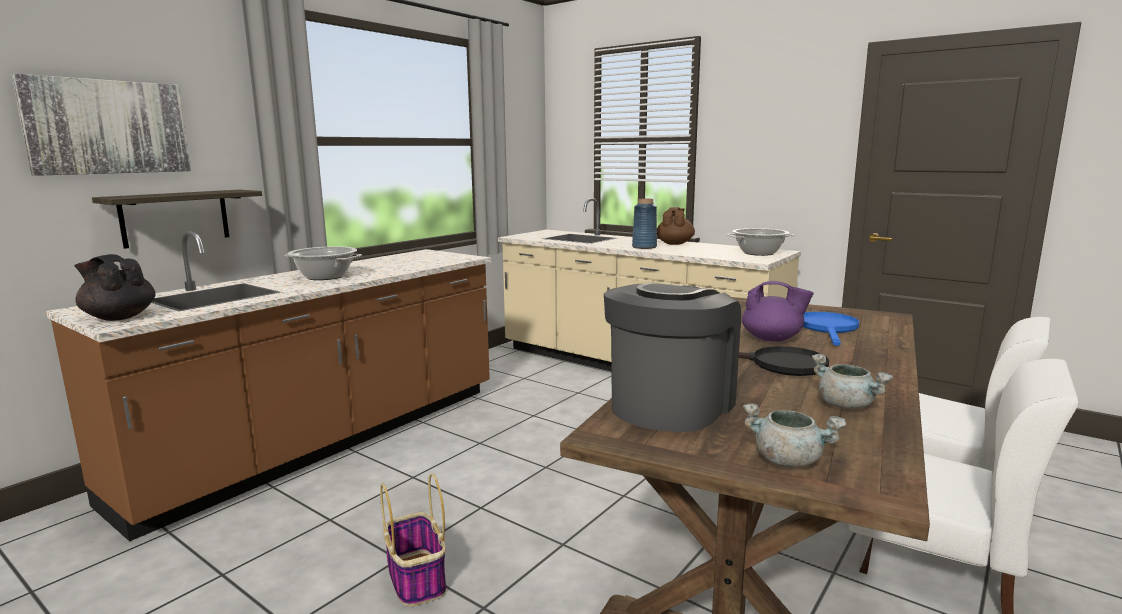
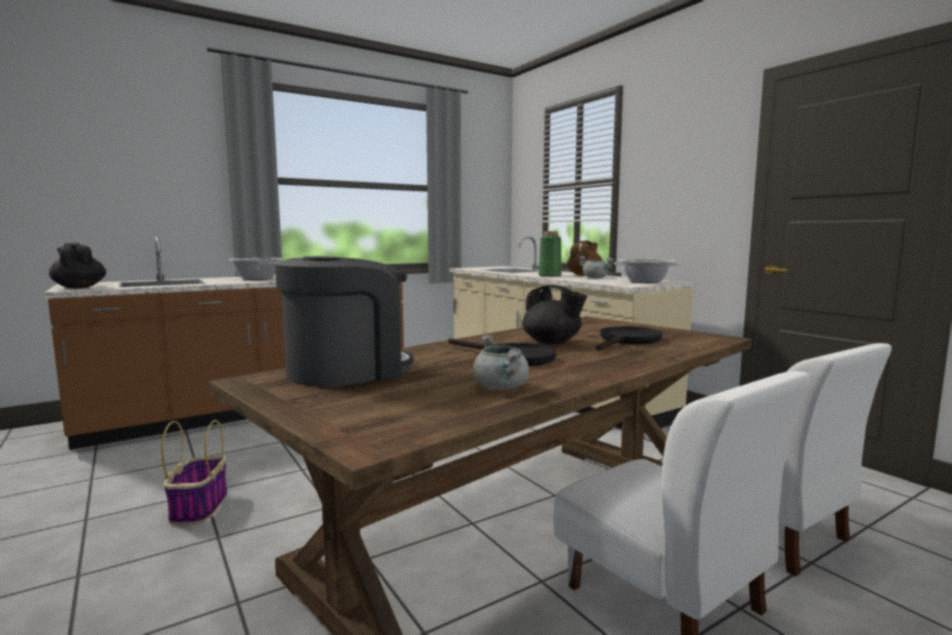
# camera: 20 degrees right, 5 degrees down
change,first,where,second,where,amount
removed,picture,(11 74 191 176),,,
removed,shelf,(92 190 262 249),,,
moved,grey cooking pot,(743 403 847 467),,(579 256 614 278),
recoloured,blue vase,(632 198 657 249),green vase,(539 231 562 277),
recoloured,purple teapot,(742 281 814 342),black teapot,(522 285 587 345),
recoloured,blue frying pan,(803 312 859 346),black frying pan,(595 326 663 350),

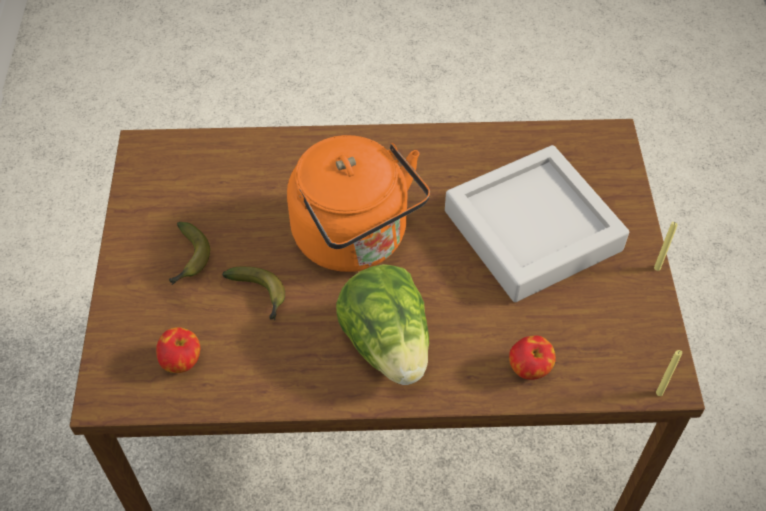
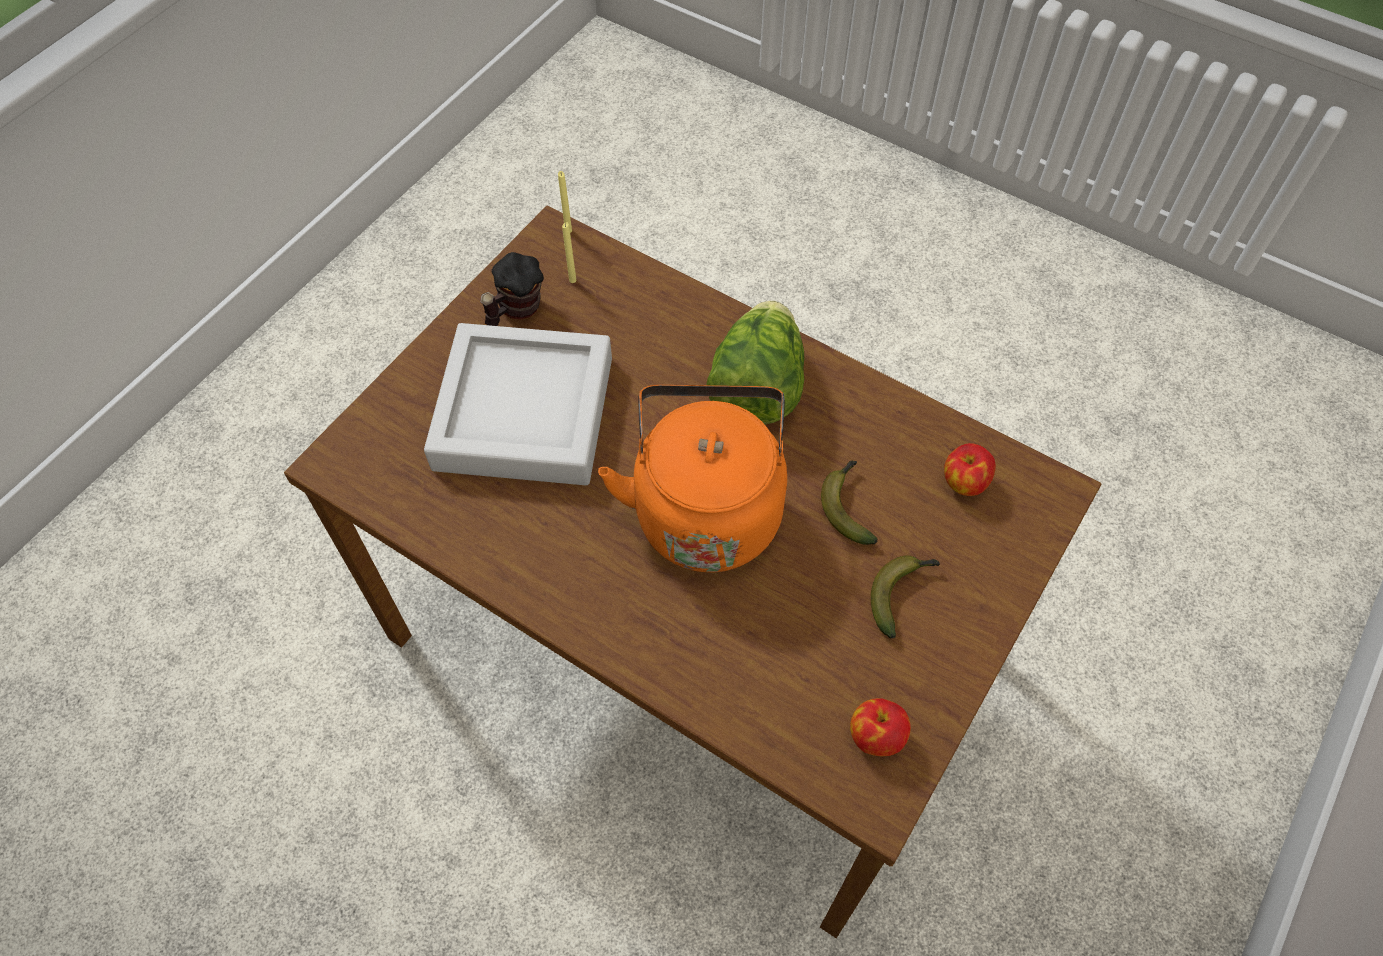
# camera: 145 degrees left, 5 degrees up
change,first,where,second,where,amount
added,,,mug,(480 252 544 326),
moved,apple,(509 336 556 380),,(850 698 911 756),
moved,yellow candle,(654 222 678 271),,(562 222 576 283),

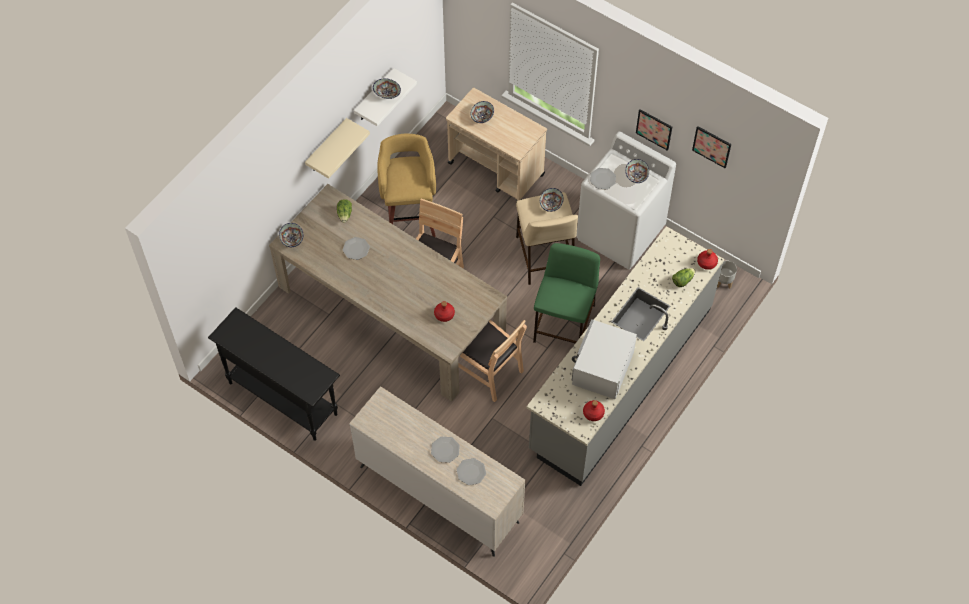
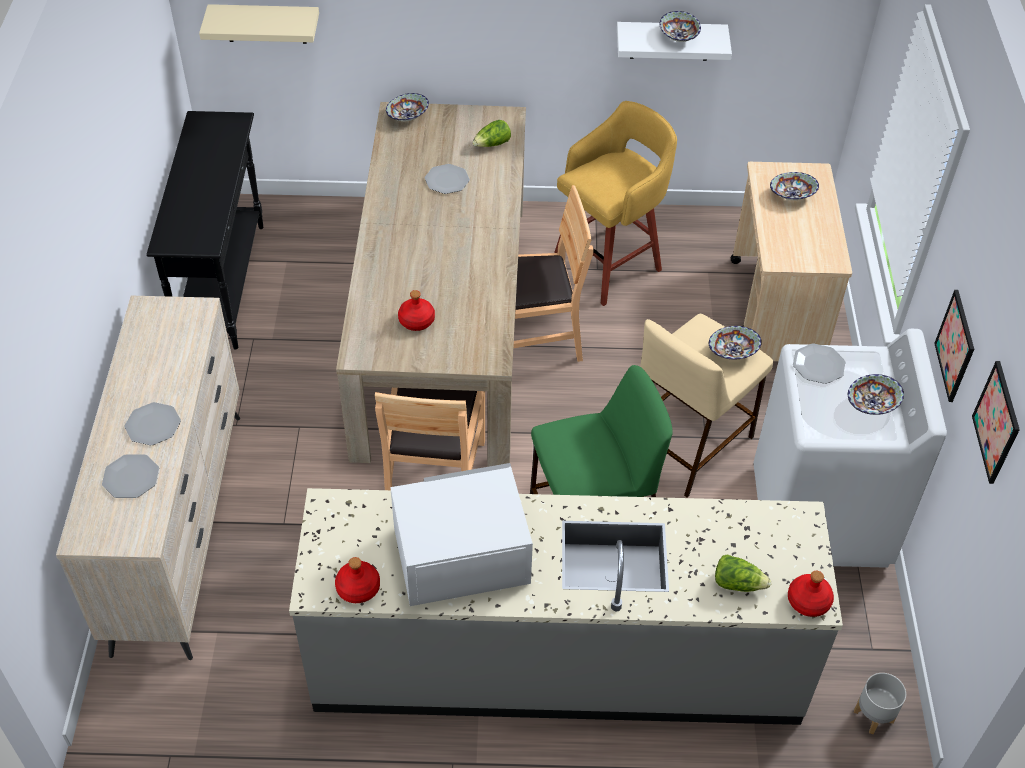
# camera: 55 degrees right, 10 degrees down
change,first,where,second,where,amount
moved,beige shelf,(305 118 370 179),,(199 4 319 44),

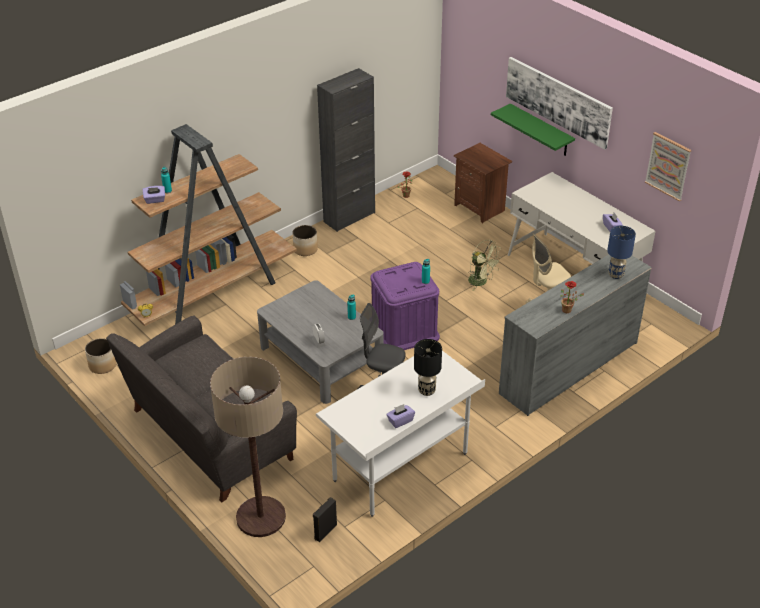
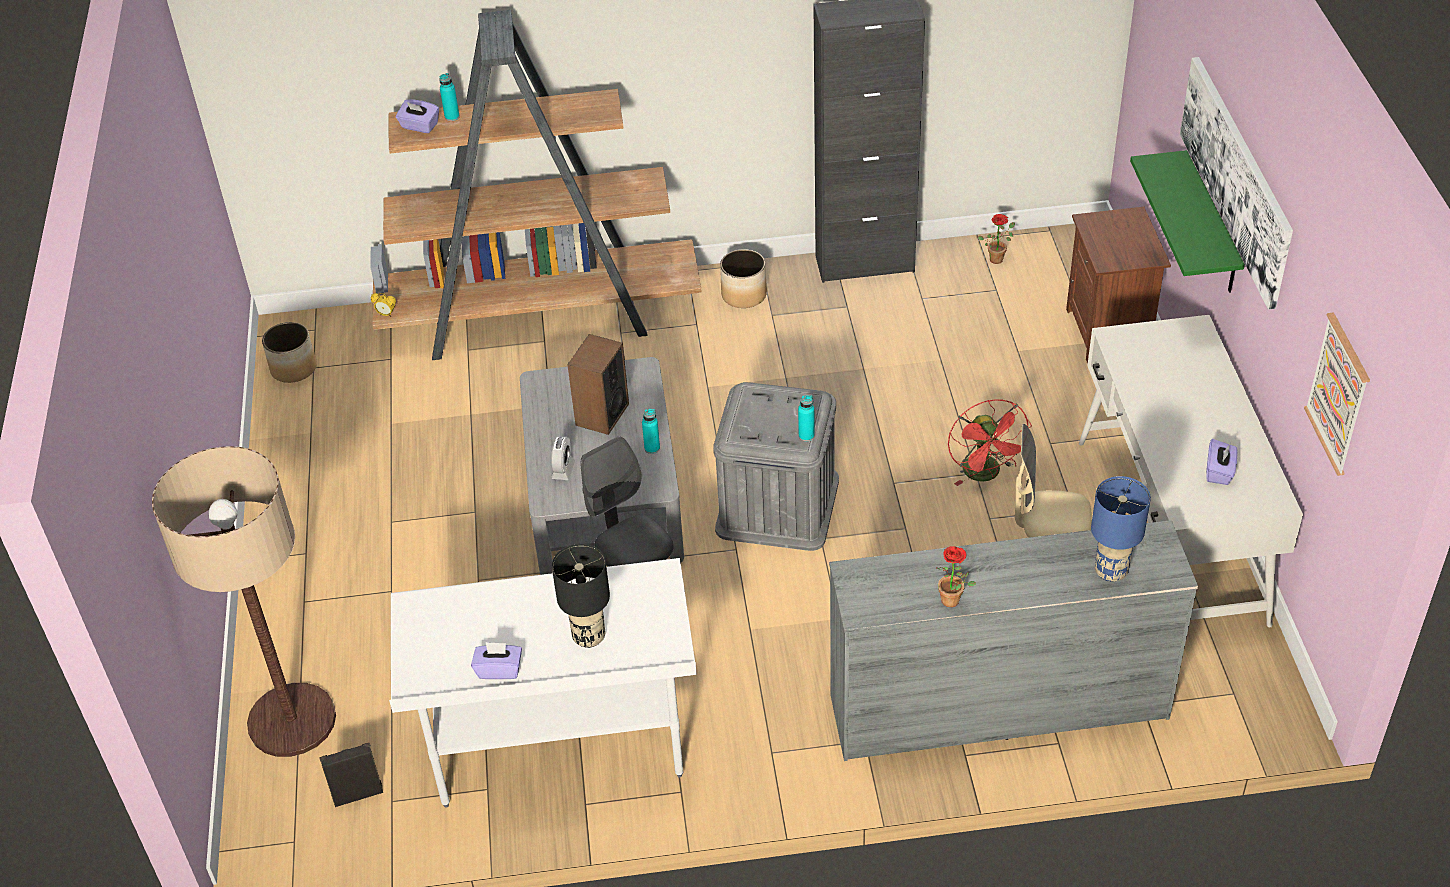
# camera: 35 degrees right, 5 degrees up
change,first,where,second,where,amount
removed,grey sofa,(106 316 297 502),,,
added,,,speaker,(567 334 629 435),
recoloured,purple storage box,(371 262 440 350),grey storage box,(713 382 839 551),
recoloured,green fan,(468 240 502 291),red fan,(948 399 1032 486),

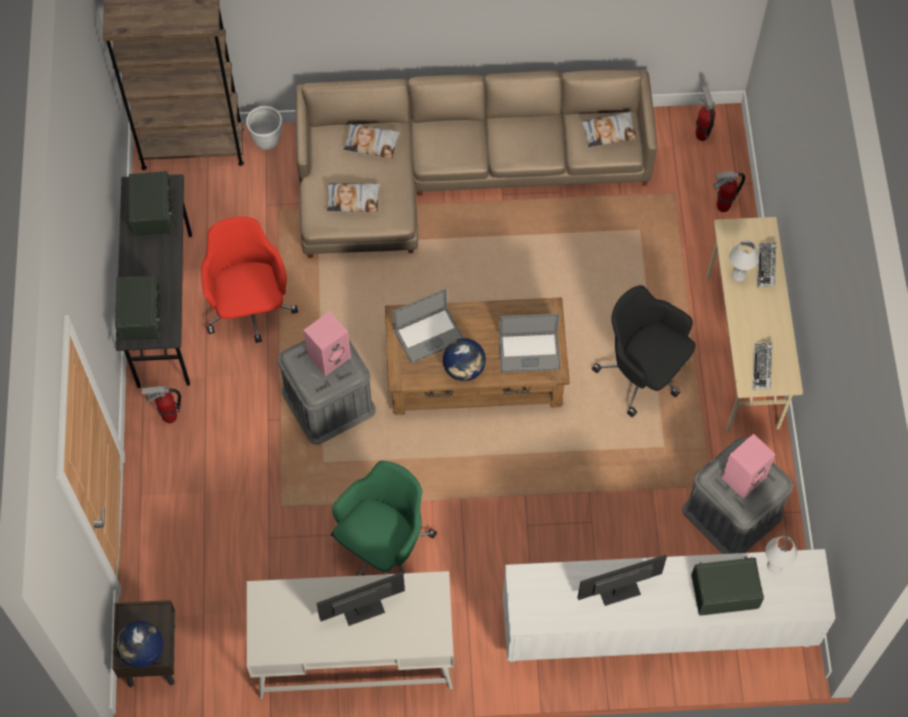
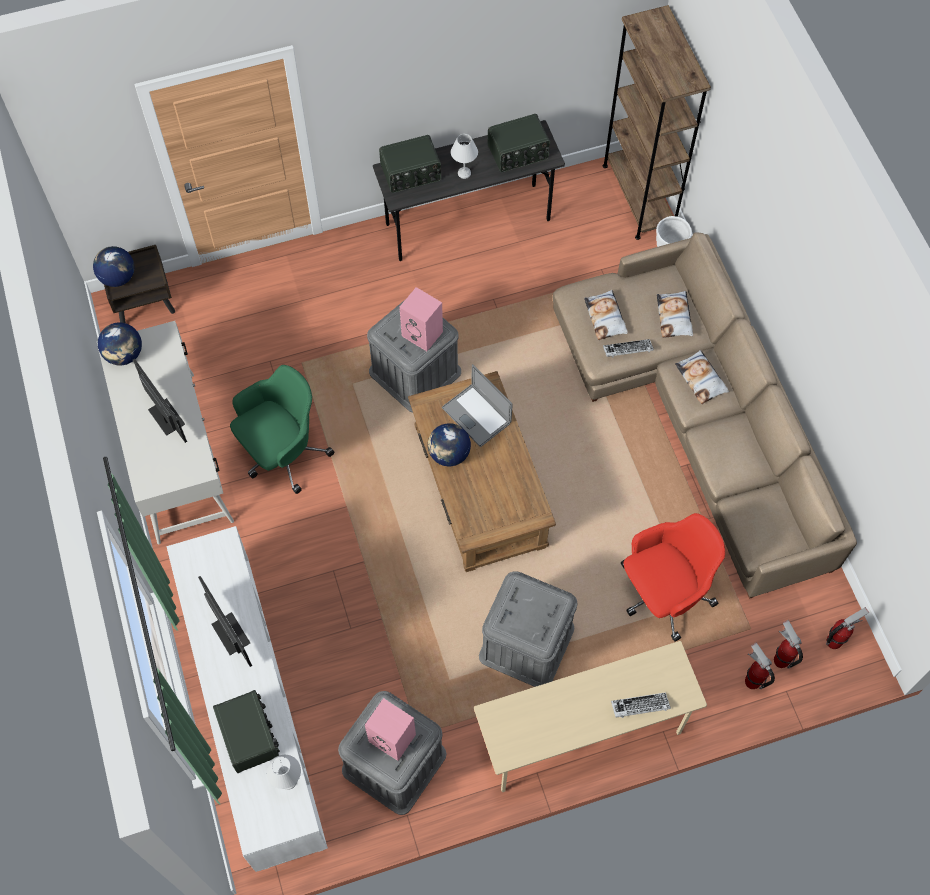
# camera: 75 degrees right, 0 degrees up
change,first,where,second,where,amount
removed,laptop,(498 313 561 373),,,
added,,,globe,(98 322 142 365),
moved,fire extinguisher,(141 386 181 423),,(774 620 803 669),
moved,red office chair,(201 216 298 343),,(621 513 725 642),
moved,pillow,(581 112 637 147),,(675 350 729 404),
moved,white table lamp,(729 240 759 282),,(451 134 478 179),
moved,keyboard,(752 342 773 390),,(603 339 654 358),
replaced,black office chair,(592 285 696 417),grey storage box,(479 571 577 687),
turned,green office chair,(331 461 437 576),,(230 365 335 494),60 degrees counterclockwise

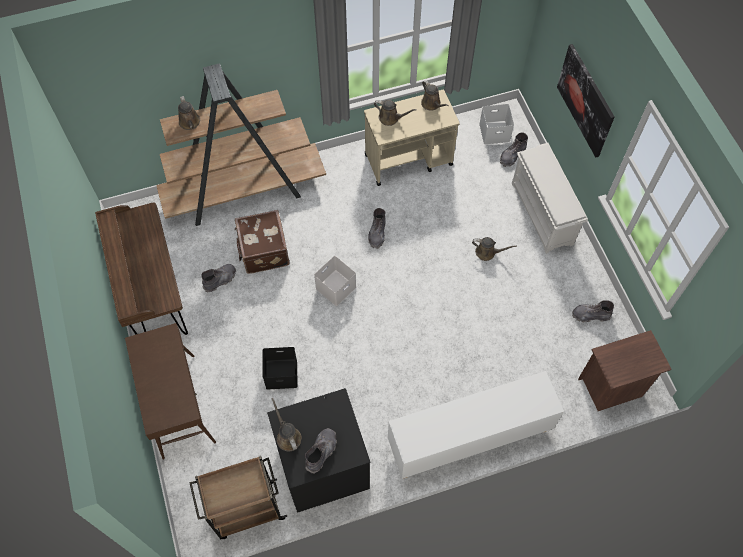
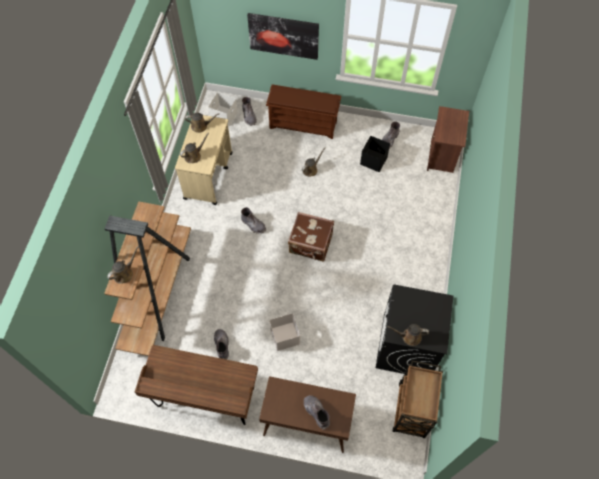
# camera: 60 degrees left, 0 degrees up
change,first,where,second,where,amount
removed,white cabinet,(388 371 564 479),,,
moved,brown suitcase,(235 210 290 274),,(288 212 334 262),
moved,black storage box,(263 347 298 389),,(360 136 390 172),
moved,grey boot,(305 428 337 474),,(304 395 330 430),
moved,white storage box,(314 256 356 306),,(269 313 300 351),
recoloured,white shoe rack,(512 143 588 254),brown shoe rack,(266 85 341 139),
turned,brown watering can,(178 96 200 130),,(107 246 139 284),60 degrees counterclockwise

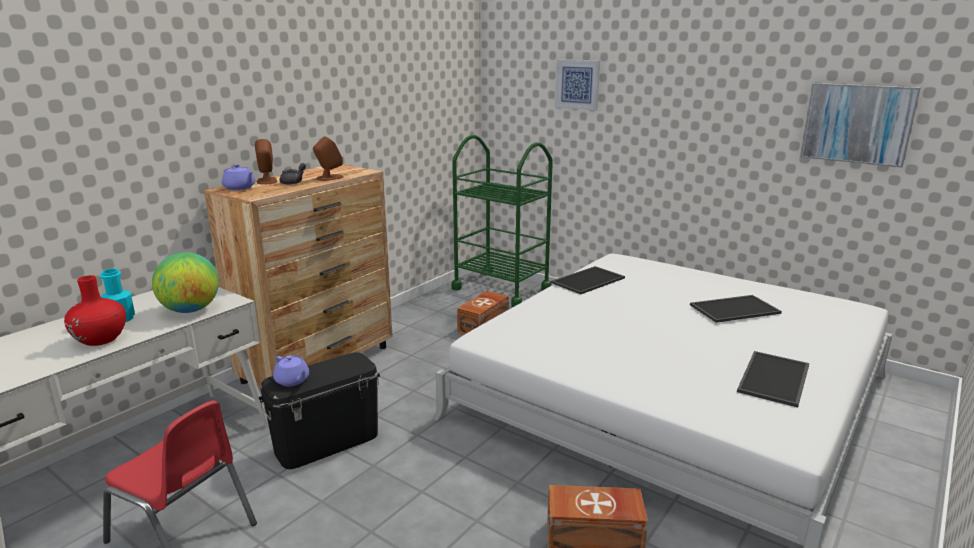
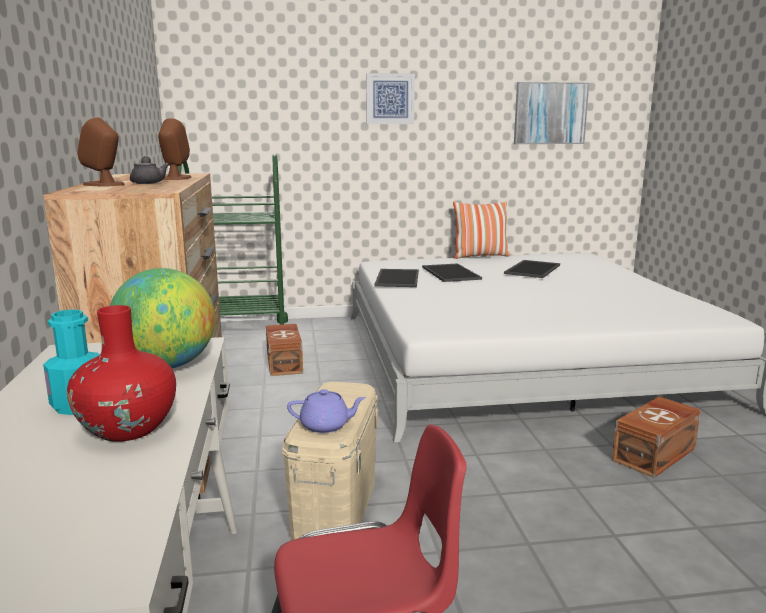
# camera: 45 degrees left, 5 degrees down
change,first,where,second,where,amount
removed,purple teapot,(222 164 255 190),,,
added,,,pillow,(453 201 510 259),
moved,picture,(555 59 600 110),,(366 73 415 124),
moved,tray,(737 351 809 408),,(422 263 482 282),
recoloured,black storage box,(259 352 380 469),beige storage box,(282 382 378 540),

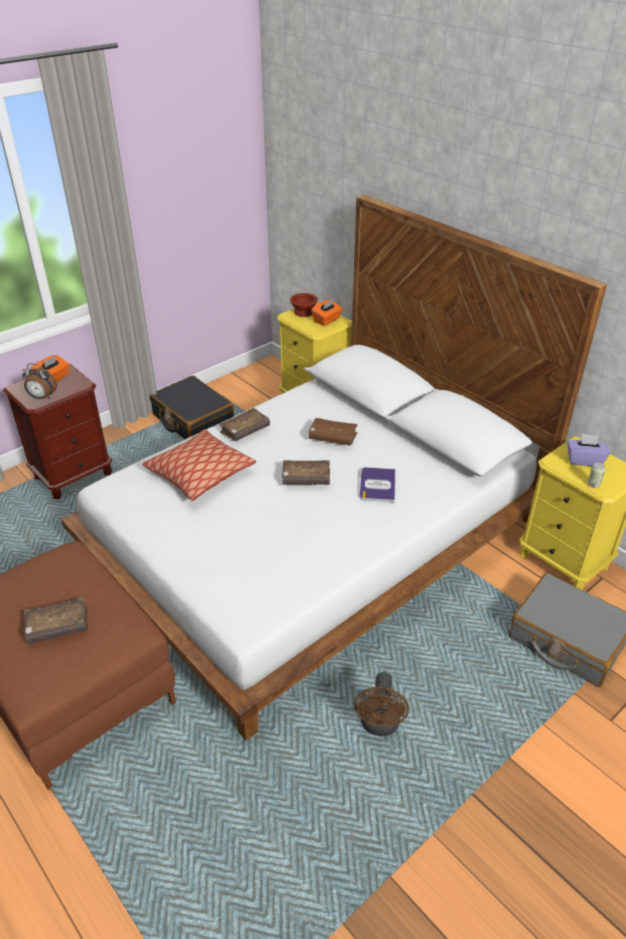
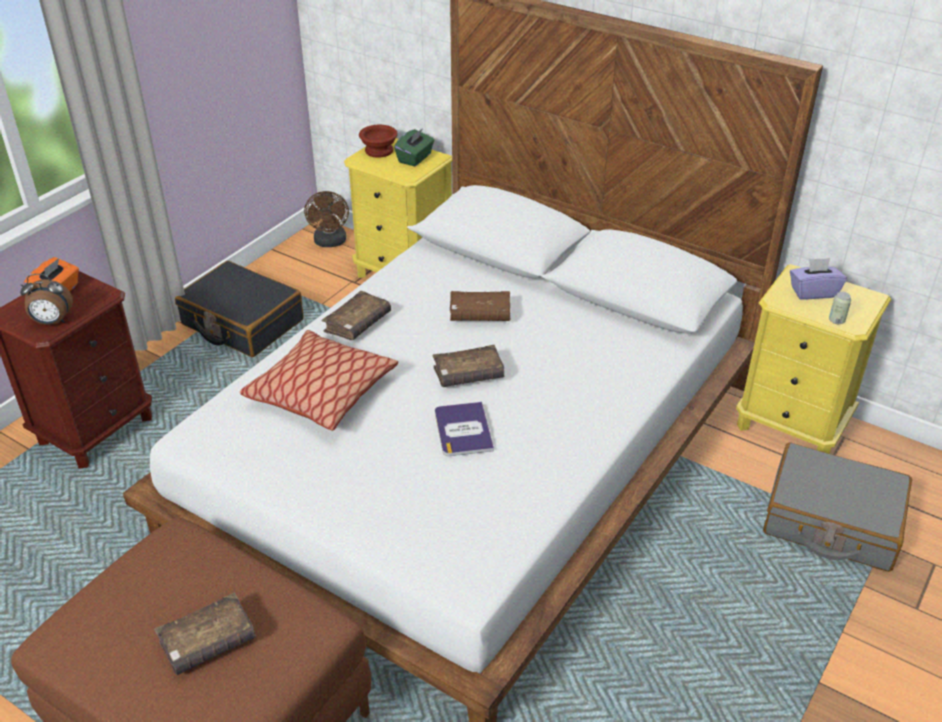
# camera: 15 degrees left, 0 degrees up
change,first,where,second,where,amount
moved,brown fan,(354 672 409 736),,(304 191 349 247),
moved,book,(360 467 395 502),,(435 402 494 456),
recoloured,orange tissue box,(311 299 342 326),green tissue box,(394 128 434 166),

